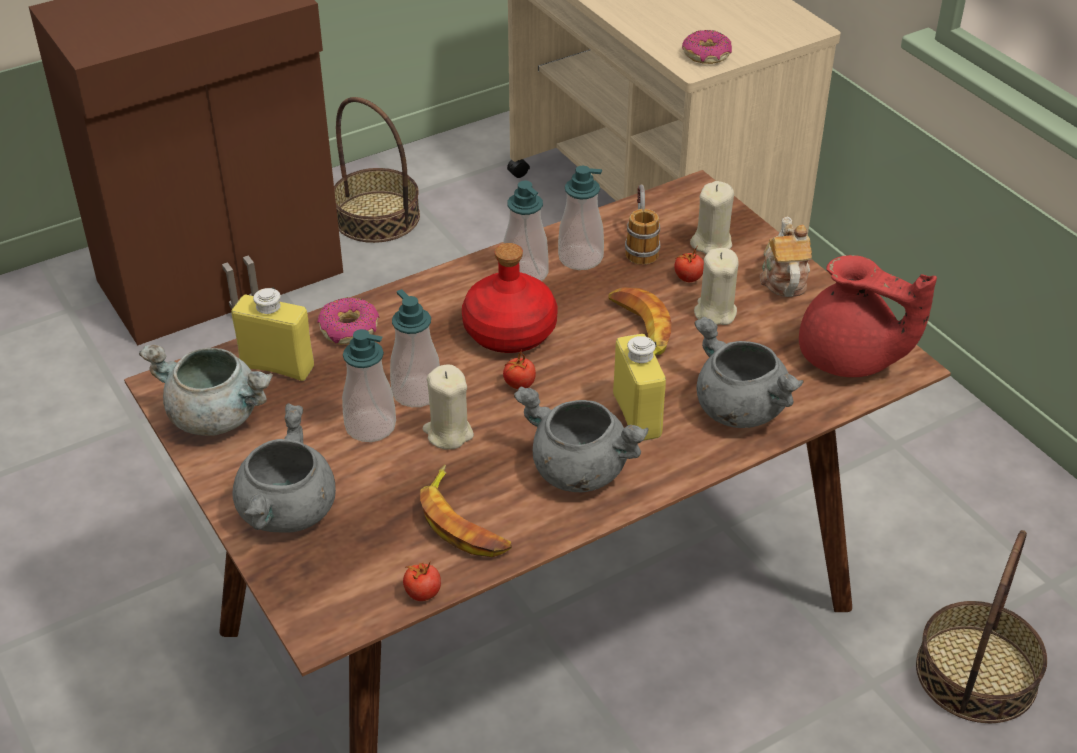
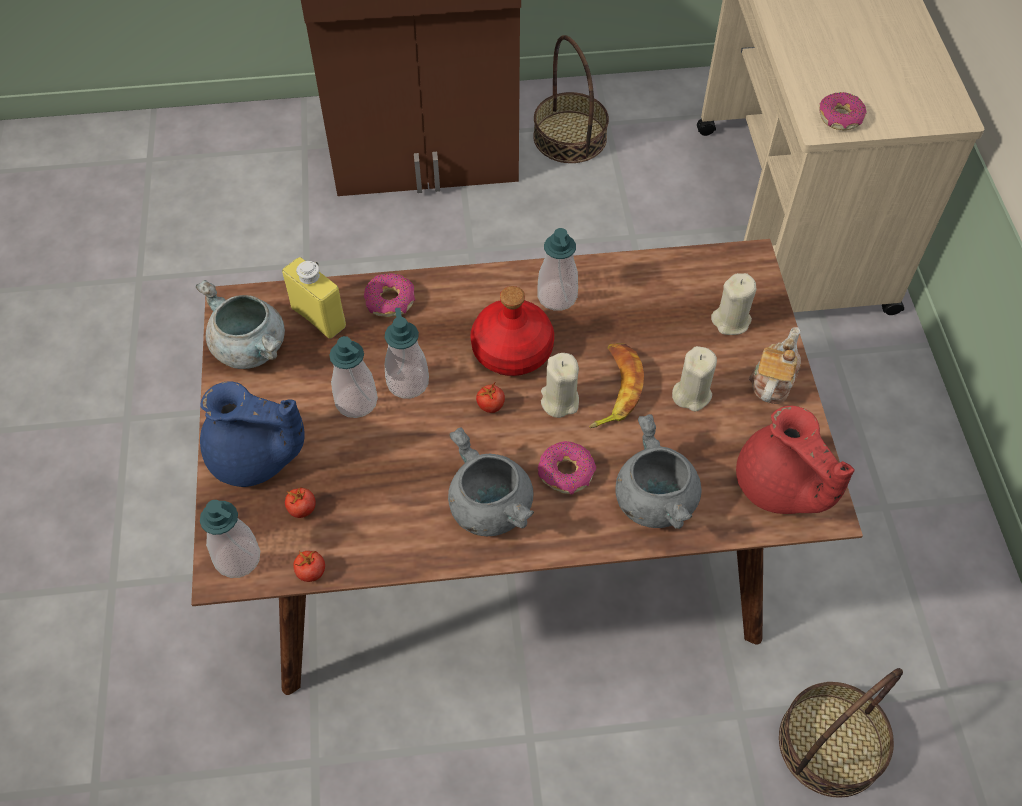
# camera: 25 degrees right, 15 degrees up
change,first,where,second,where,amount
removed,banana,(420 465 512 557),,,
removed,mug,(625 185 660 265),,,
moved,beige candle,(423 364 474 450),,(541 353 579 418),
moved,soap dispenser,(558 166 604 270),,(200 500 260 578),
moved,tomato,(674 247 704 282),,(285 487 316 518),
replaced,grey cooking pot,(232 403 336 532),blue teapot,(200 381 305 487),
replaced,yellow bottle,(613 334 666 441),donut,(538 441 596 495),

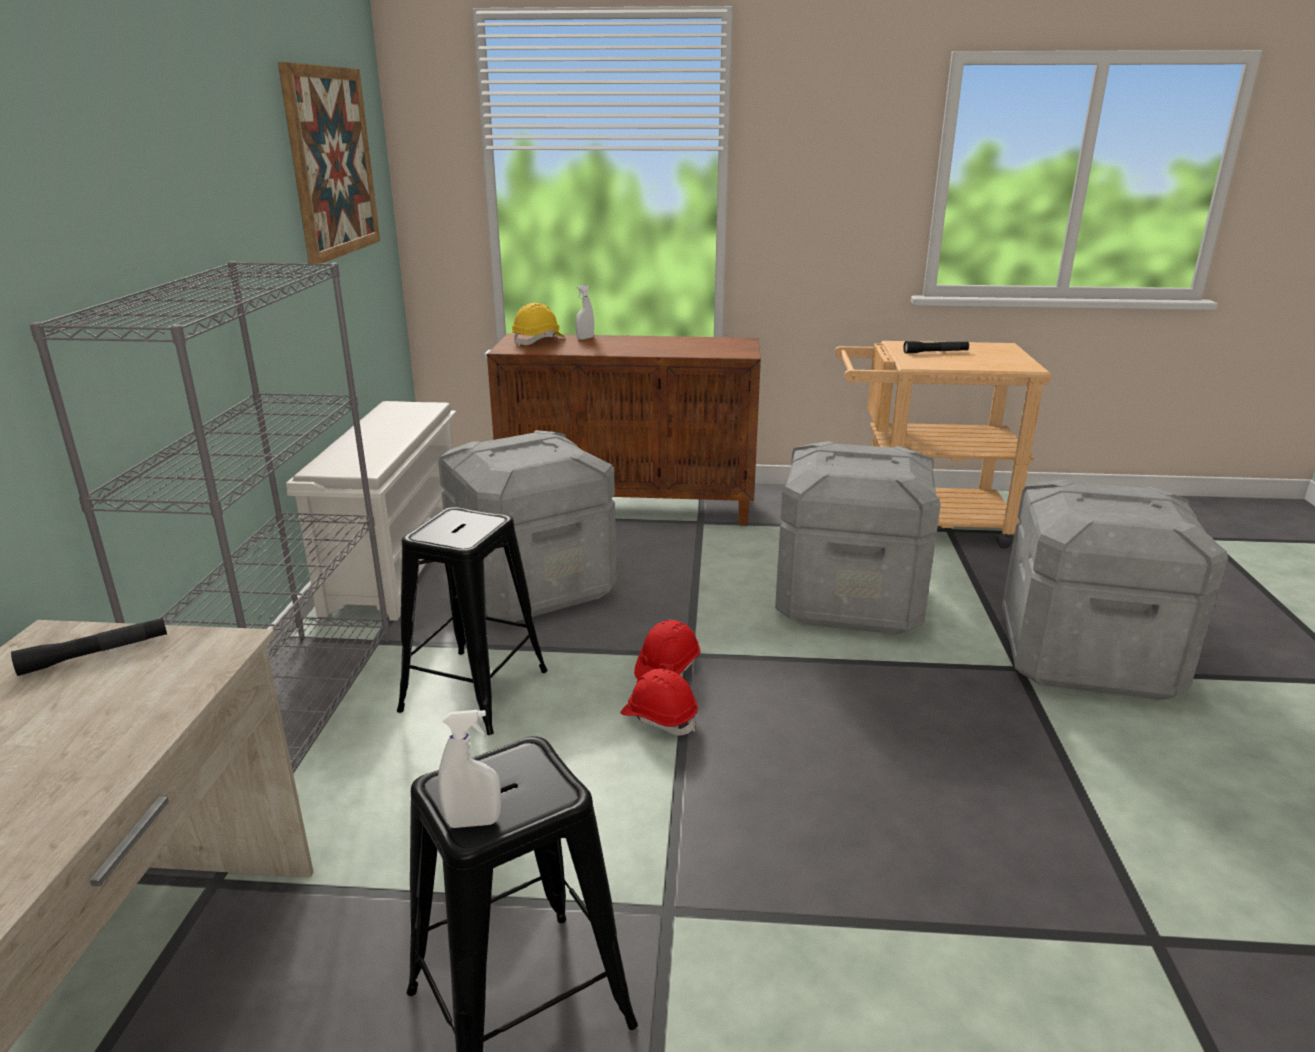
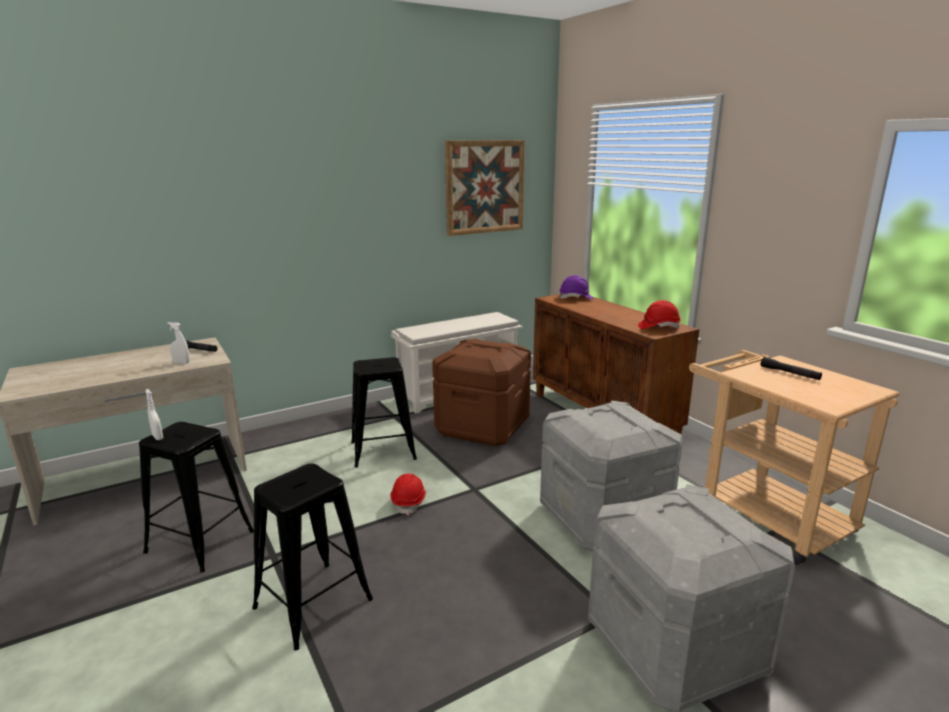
# camera: 55 degrees right, 5 degrees down
change,first,where,second,where,amount
removed,grey bookcase,(29 261 390 772),,,
added,,,black stool,(252 464 373 650),
moved,white spray bottle,(576 285 594 340),,(167 322 190 364),
moved,red hard hat,(634 620 701 680),,(638 300 681 329),
recoloured,grey storage box,(438 430 617 622),brown storage box,(432 338 531 446),
recoloured,yellow hard hat,(511 303 565 347),purple hard hat,(559 275 593 300),

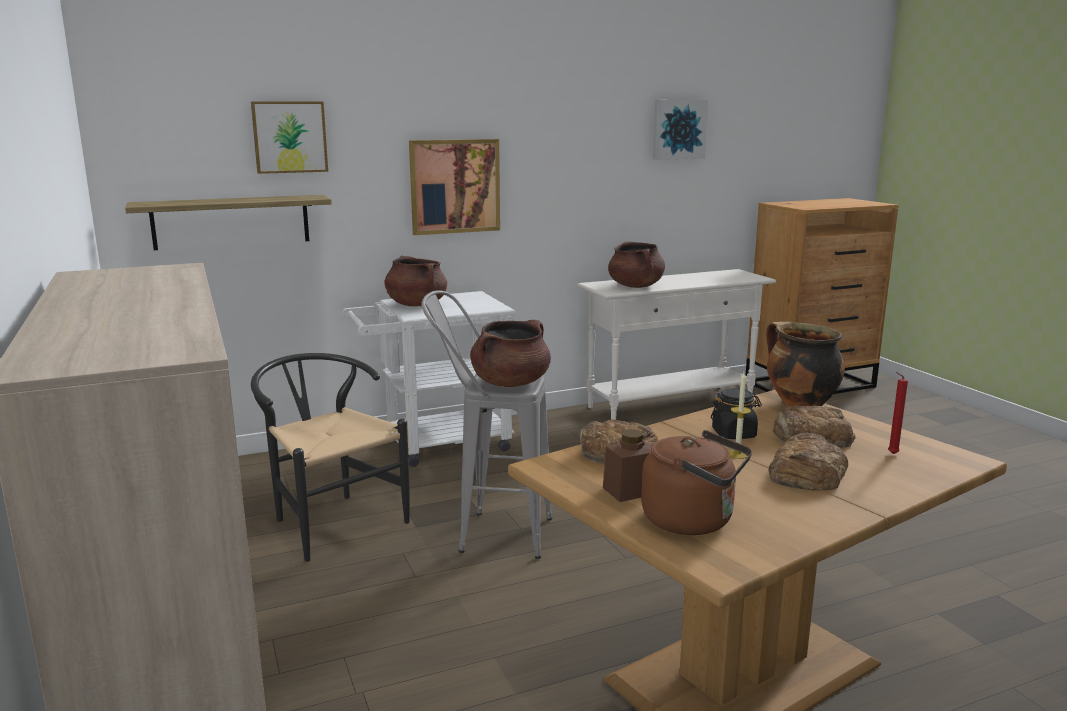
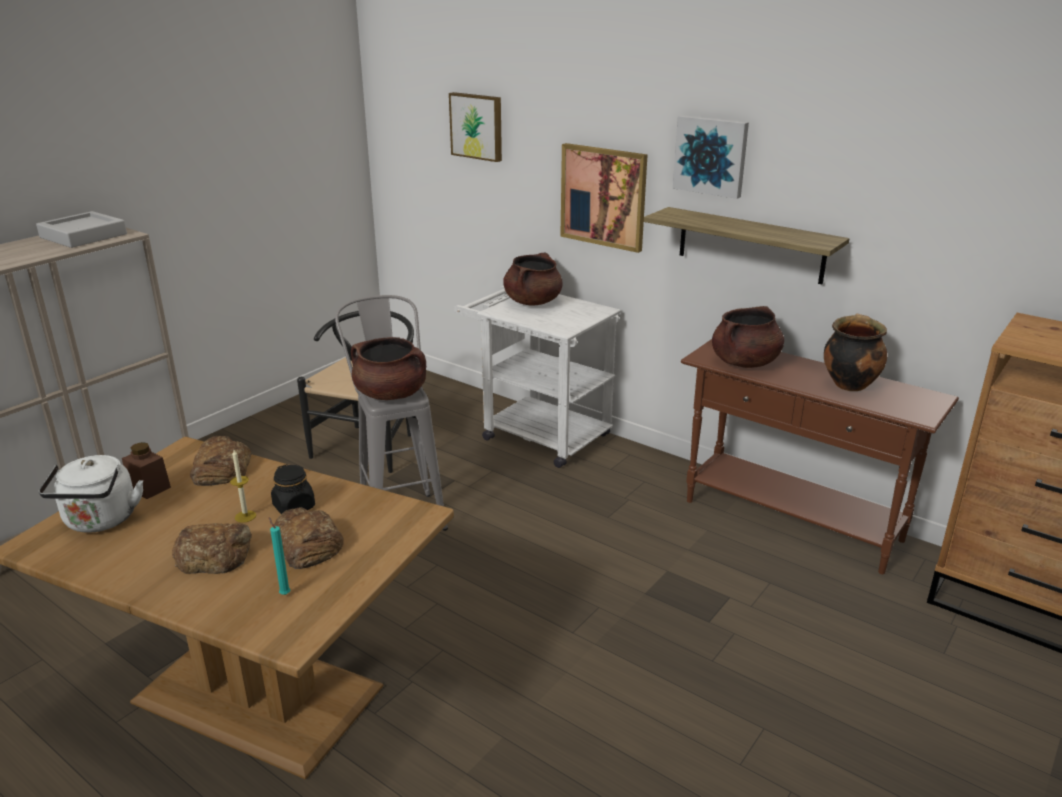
# camera: 60 degrees right, 10 degrees up
change,first,where,second,where,amount
added,,,grey tray,(36 211 127 248),
moved,shelf,(125 195 332 250),,(644 207 849 284),
moved,picture,(653 100 708 160),,(673 115 749 199),
moved,cooking pot,(766 321 845 407),,(824 314 887 391),
recoloured,white console table,(577 269 776 420),brown console table,(681 339 959 574),
recoloured,brown kettle,(641 430 752 535),white kettle,(38 455 143 533),
recoloured,red candle,(888 372 908 454),turquoise candle,(269 517 290 595),

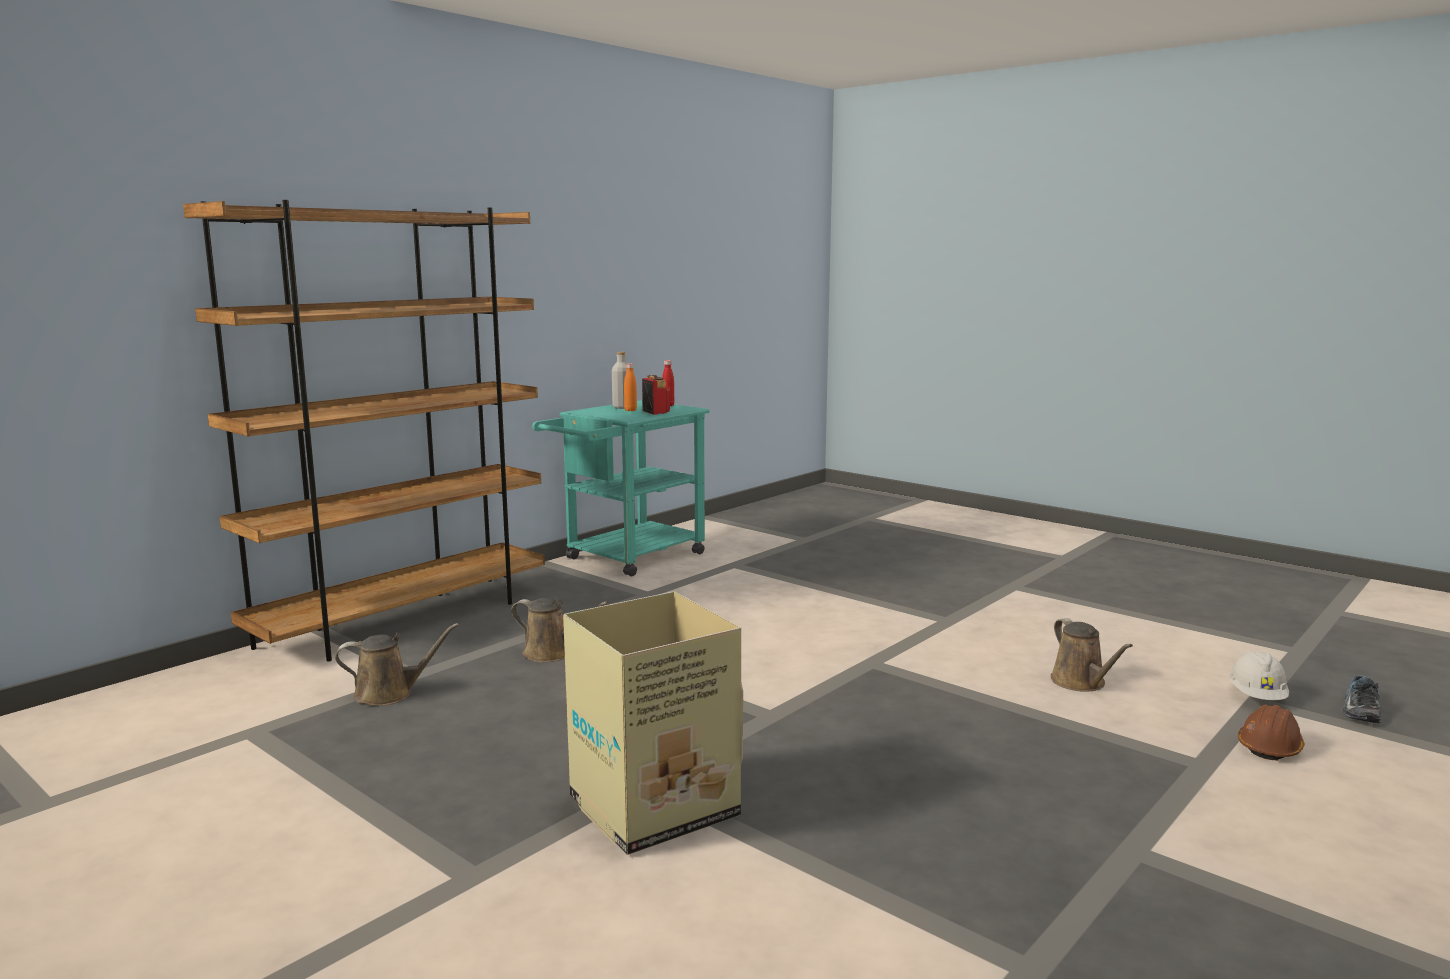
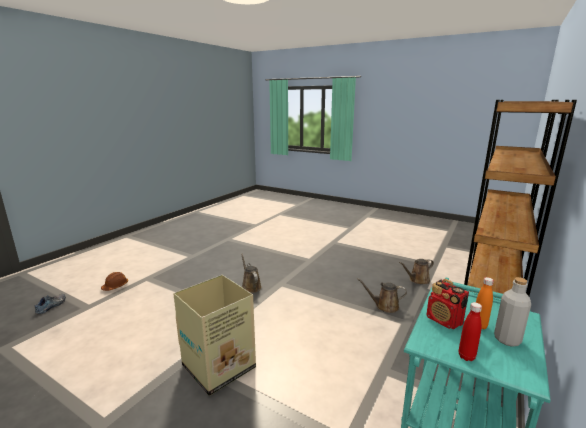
# camera: 170 degrees right, 5 degrees up
change,first,where,second,where,amount
removed,white hard hat,(1228 651 1289 700),,,
moved,cardboard box,(563 591 743 855),,(173 275 256 396),
moved,brown watering can,(1051 618 1133 692),,(241 254 262 293),

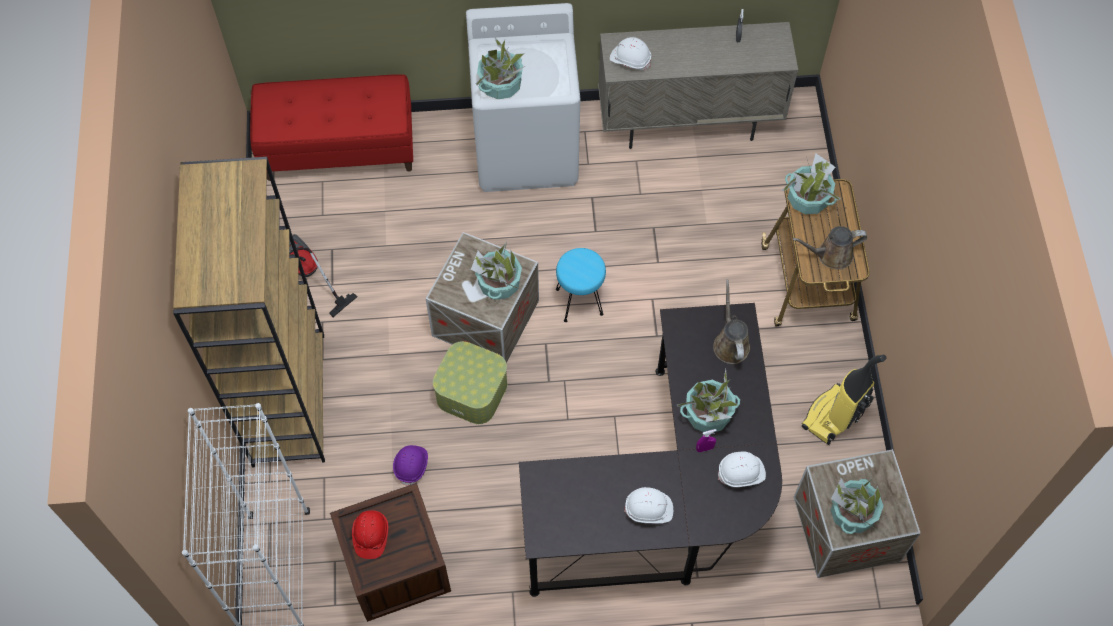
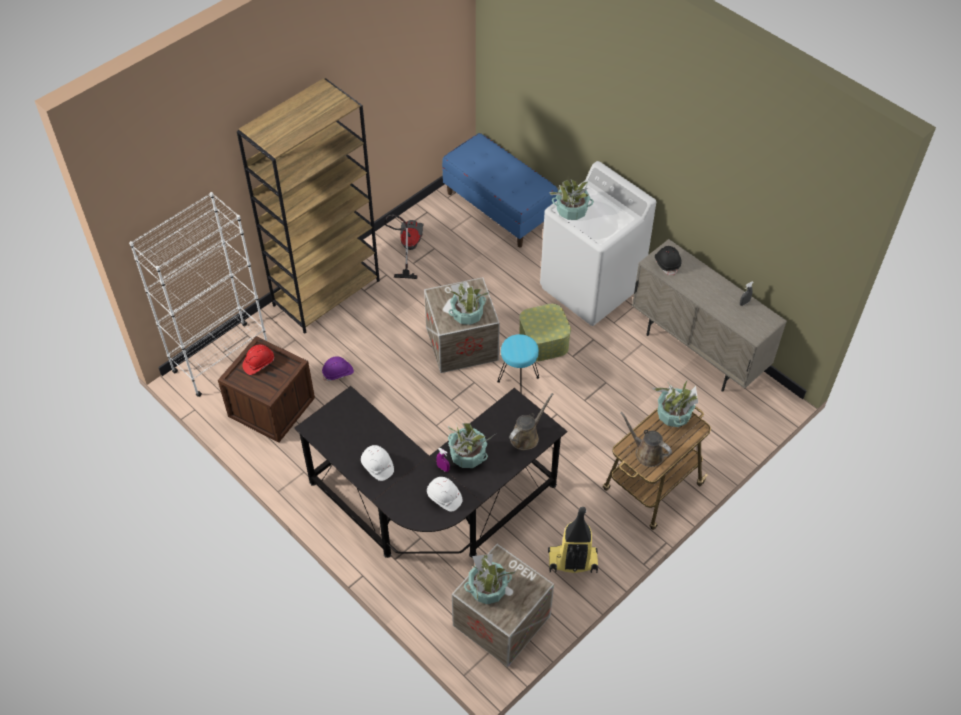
# camera: 50 degrees right, 10 degrees down
change,first,where,second,where,amount
moved,storage box,(433 341 507 424),,(519 304 571 362),
recoloured,red bench,(250 74 413 181),blue bench,(442 133 558 247),
recoloured,white hard hat,(610 37 651 71),black hard hat,(655 246 682 276),

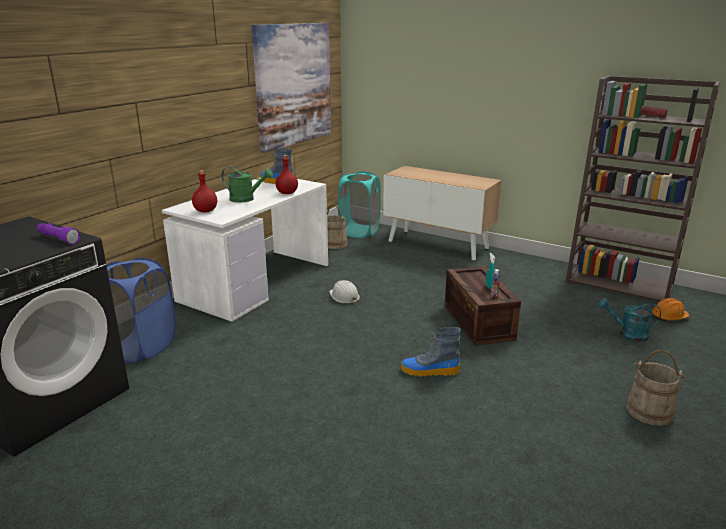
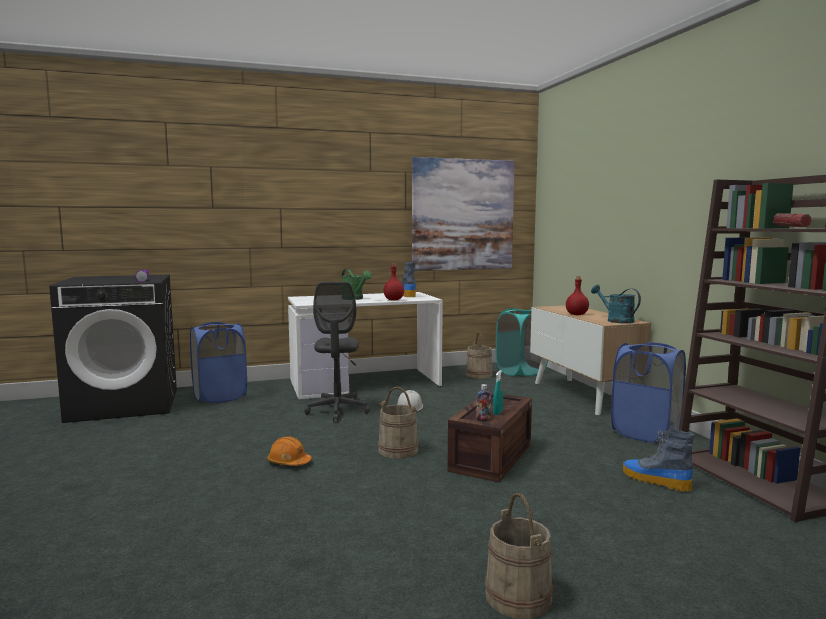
# camera: 40 degrees right, 15 degrees down
change,first,where,second,where,amount
added,,,grey office chair,(304 282 370 422),
added,,,beige bucket,(378 387 419 459),
added,,,blue laundry basket,(611 342 686 443),
moved,red bottle,(192 170 217 213),,(566 276 589 315),
moved,boot,(401 327 461 377),,(623 429 695 492),
moved,turquoise watering can,(598 298 661 342),,(591 285 641 324),
moved,orange hard hat,(652 298 689 321),,(267 436 312 466),

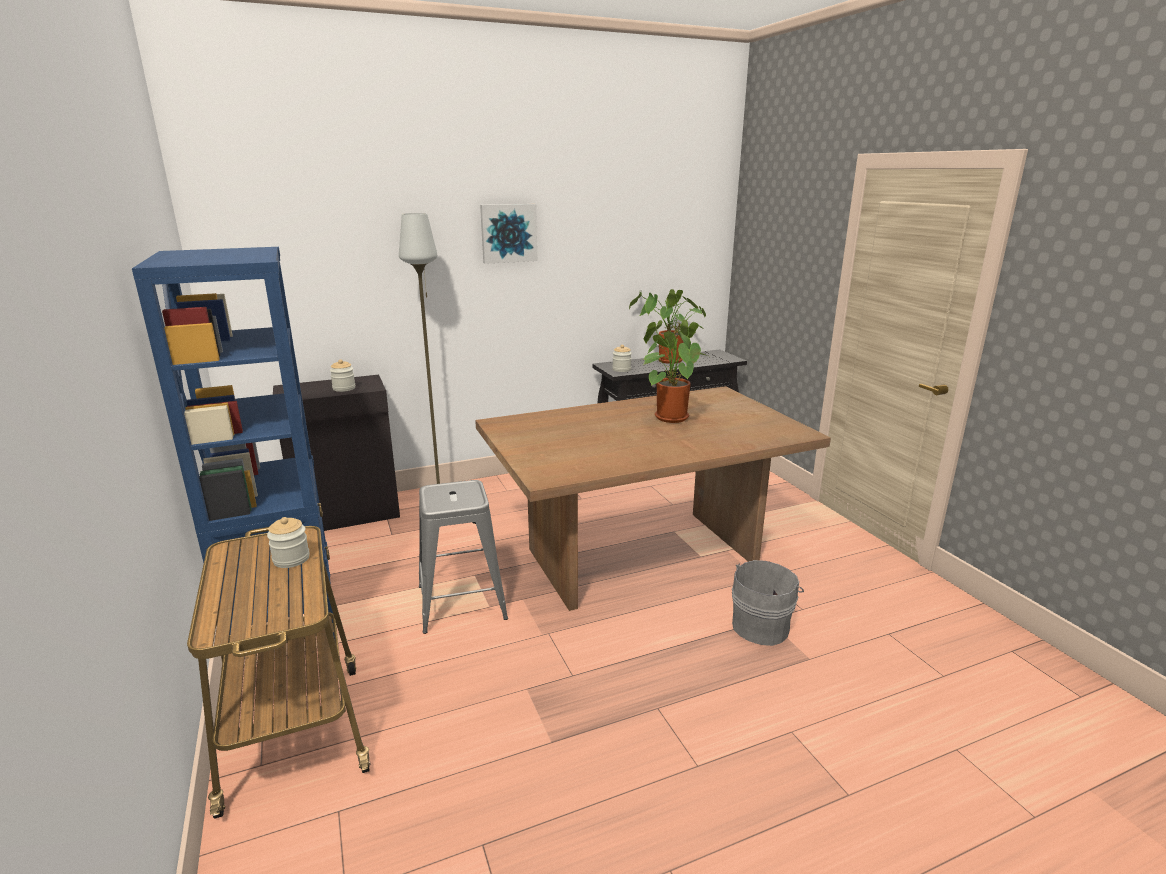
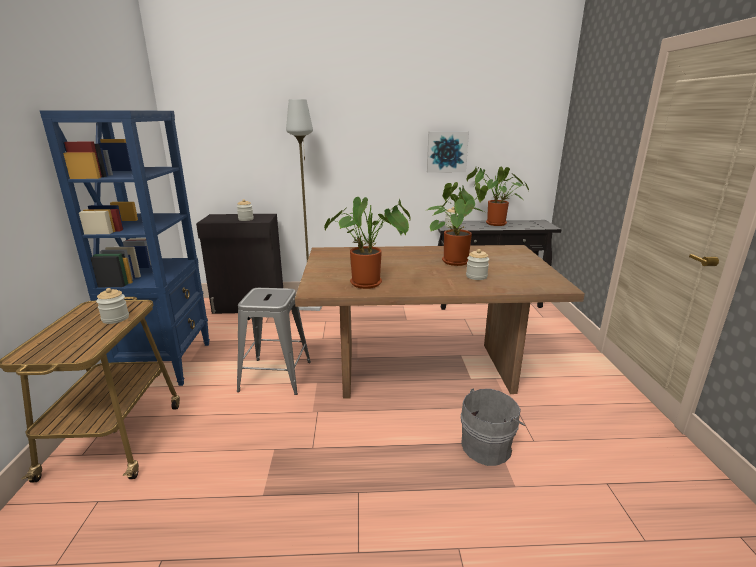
# camera: 20 degrees right, 0 degrees up
change,first,where,second,where,amount
added,,,potted plant,(324 197 411 289),
added,,,jar,(466 249 489 280),
moved,picture,(480 204 537 264),,(427 131 469 173),

